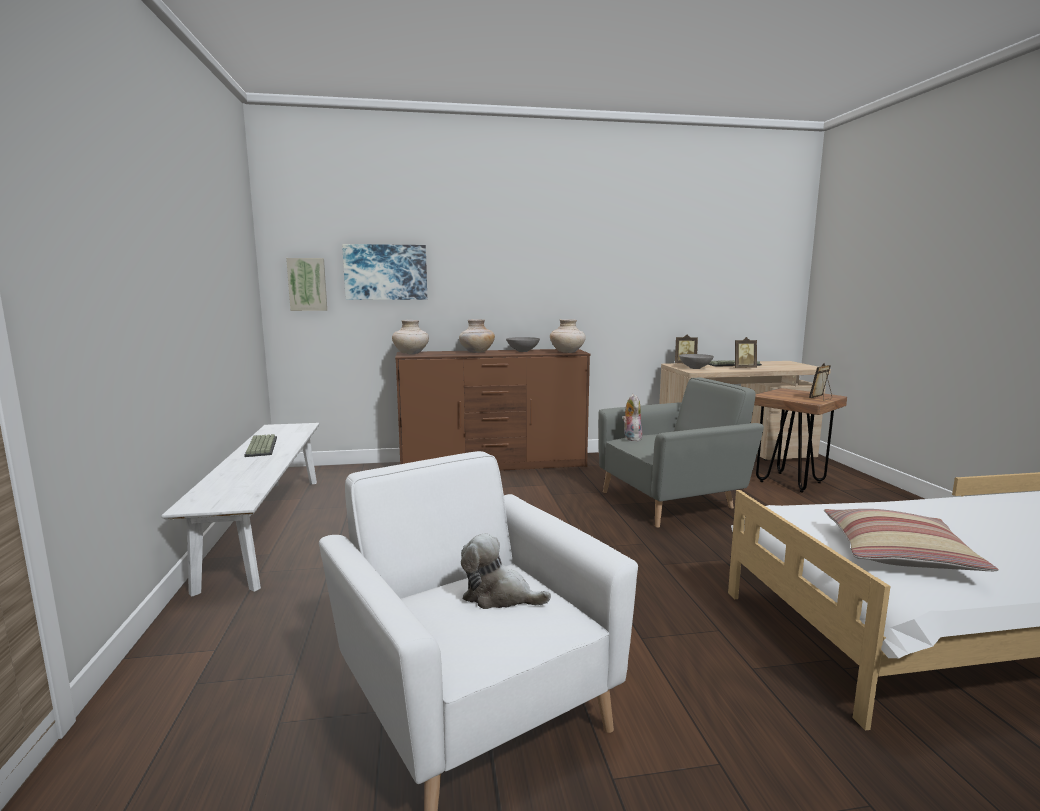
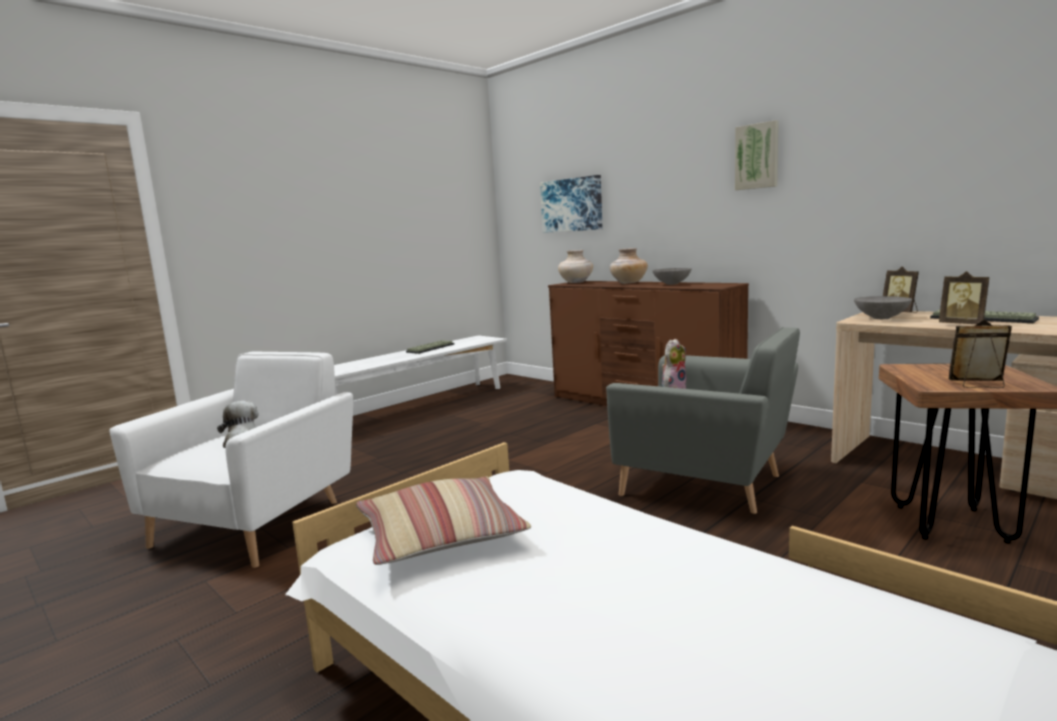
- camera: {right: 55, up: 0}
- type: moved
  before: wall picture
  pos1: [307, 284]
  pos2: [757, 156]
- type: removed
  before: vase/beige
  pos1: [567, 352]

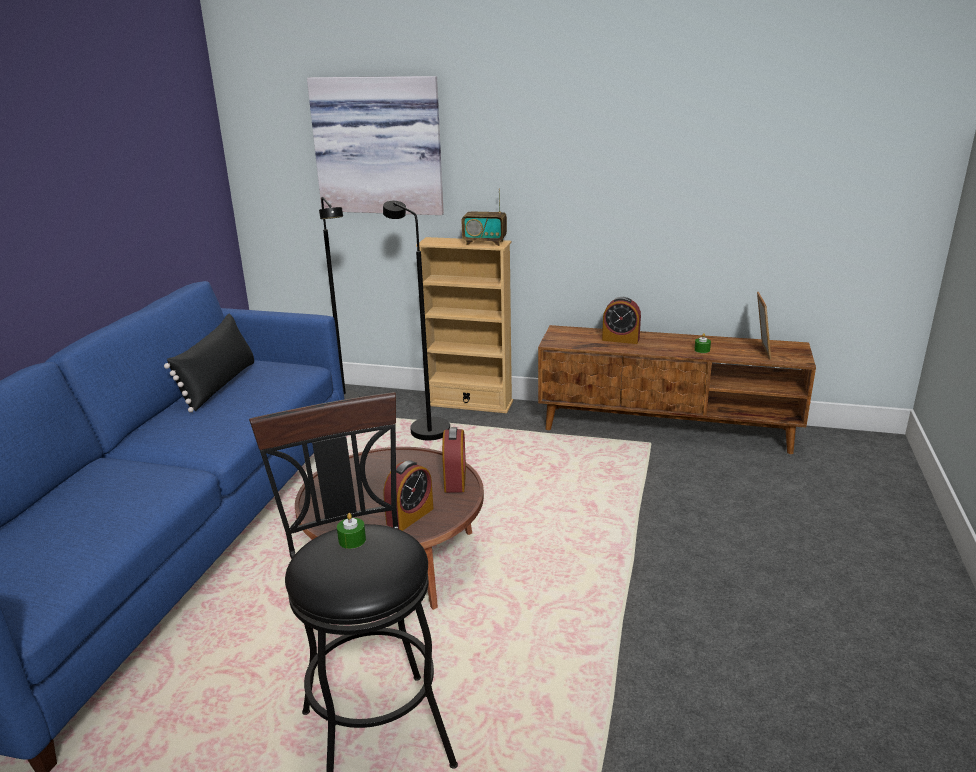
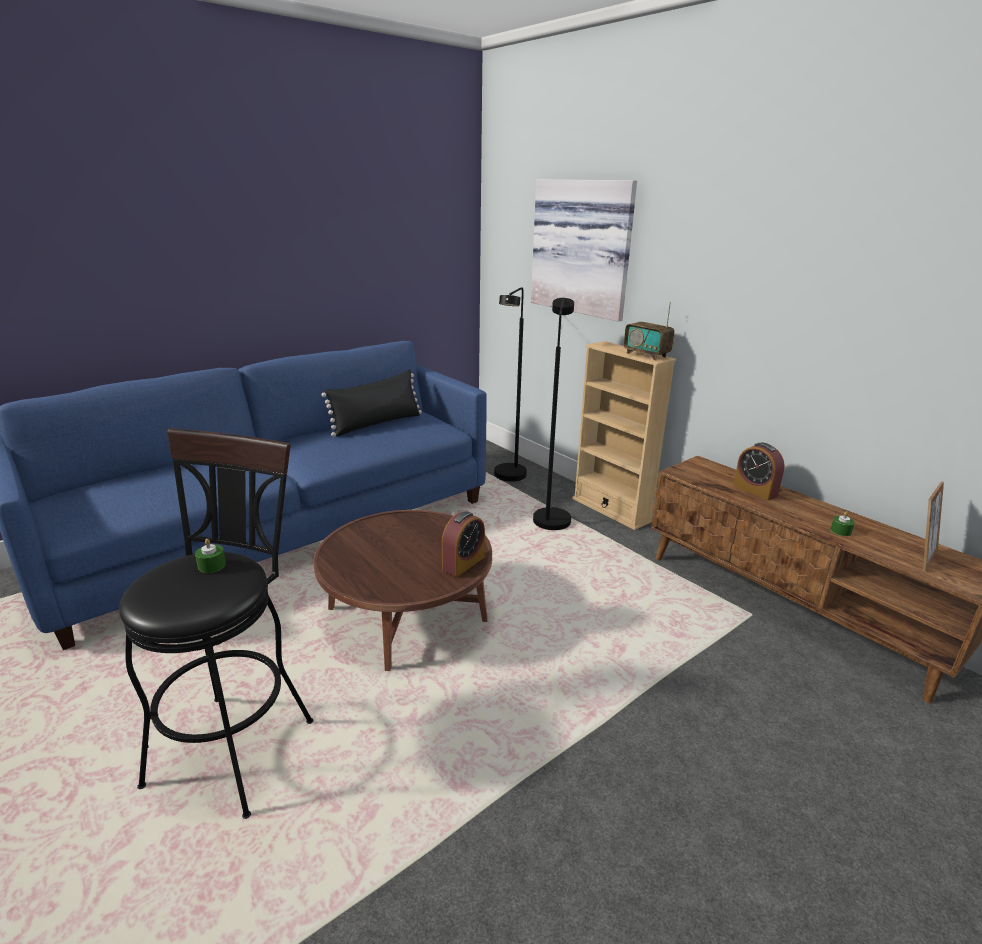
- camera: {right: 35, up: 0}
- type: removed
  before: table clock
  pos1: [410, 516]

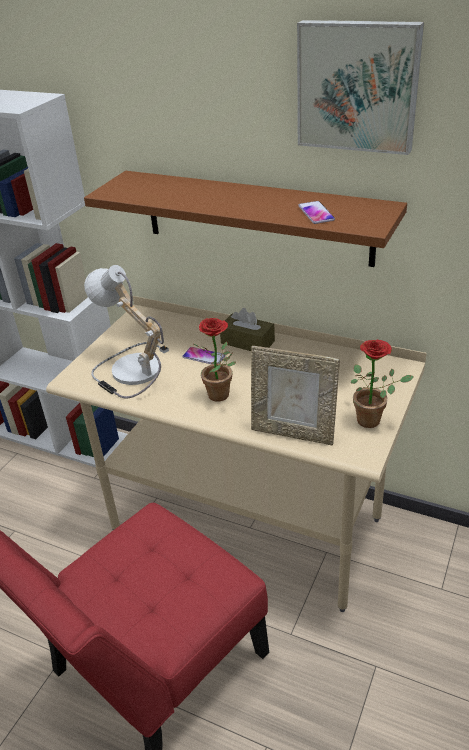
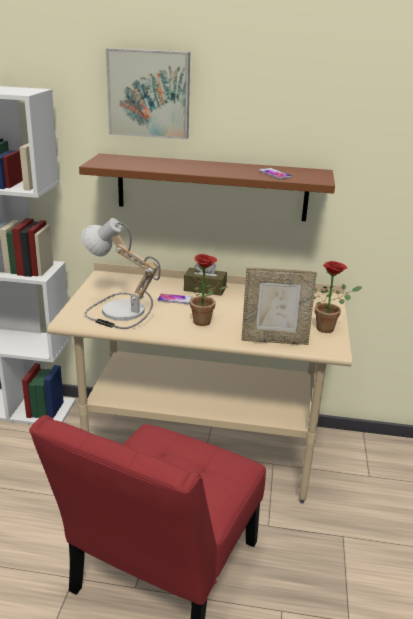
- camera: {right: -20, up: -10}
- type: moved
  before: wall picture
  pos1: [358, 86]
  pos2: [149, 93]

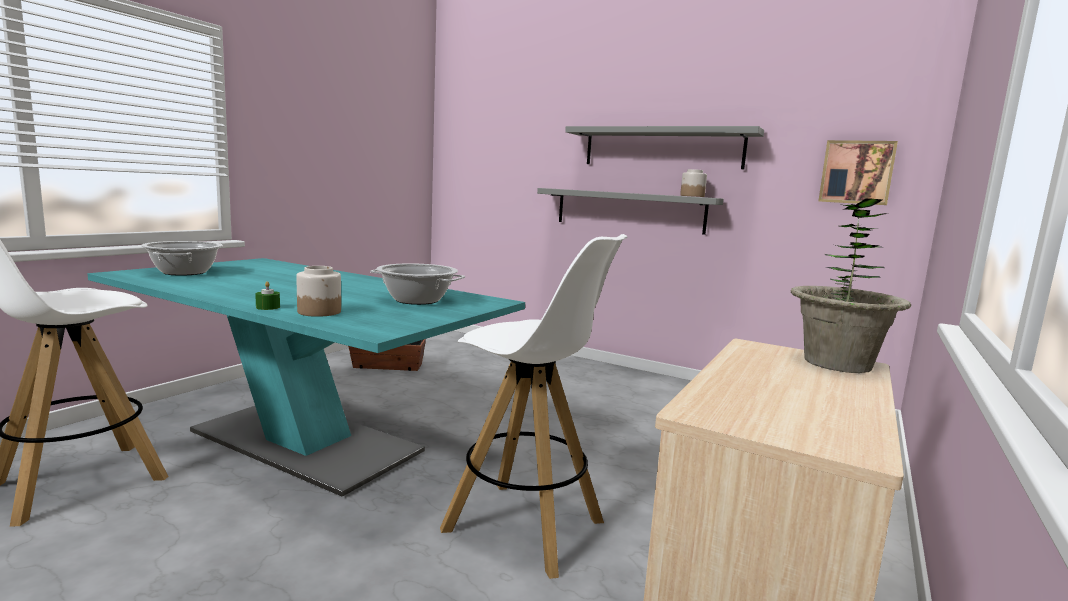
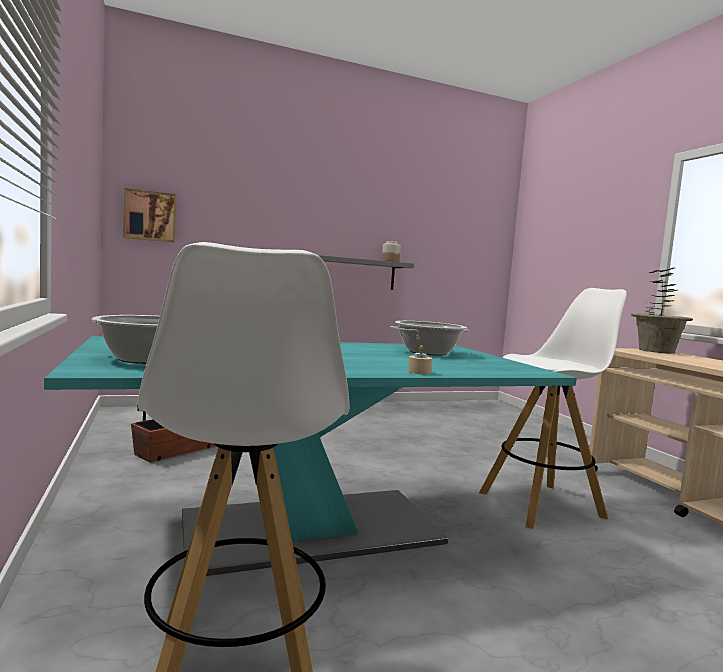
- camera: {right: -50, up: -5}
- type: moved
  before: wall picture
  pos1: [856, 172]
  pos2: [150, 216]
- type: recoloured
  before: wax candle/greenish
  after: wax candle/beige
  pos1: [268, 307]
  pos2: [419, 372]
- type: removed
  before: preserve jar
  pos1: [319, 312]
- type: removed
  before: wall shelf/greyish
  pos1: [662, 148]

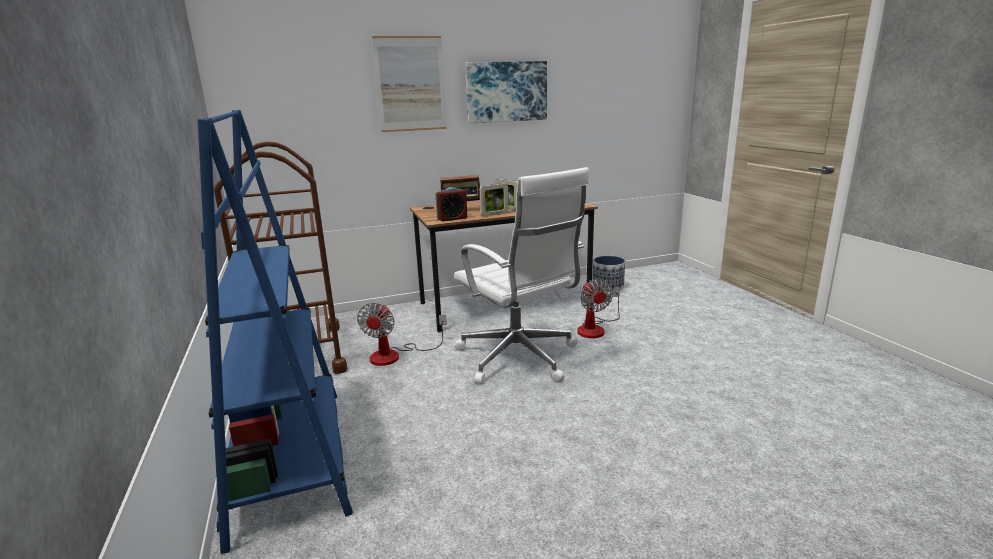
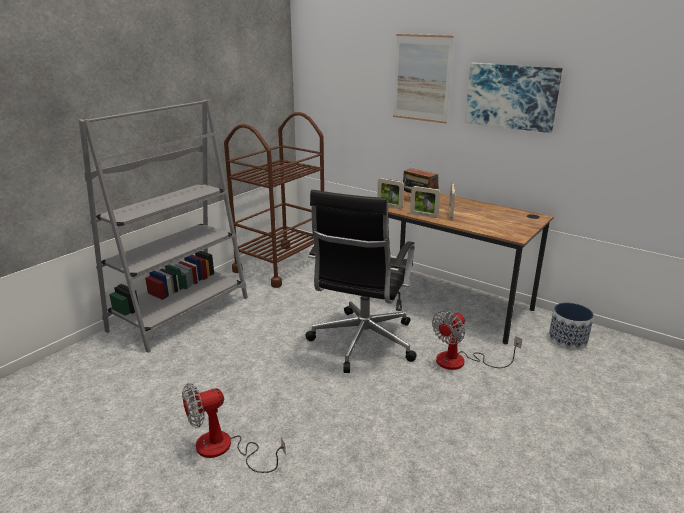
- camera: {right: 55, up: 5}
- type: recoloured
  before: shelving unit/blue-coloured
  after: shelving unit/greyish
  pos1: [291, 459]
  pos2: [180, 314]
- type: moved
  before: electric fan
  pos1: [395, 355]
  pos2: [224, 449]
- type: recoloured
  before: computer chair/white-coloured
  after: computer chair/blackish
  pos1: [519, 359]
  pos2: [362, 343]
- type: replaced
  before: table clock
  after: photo frame
  pos1: [452, 219]
  pos2: [389, 206]

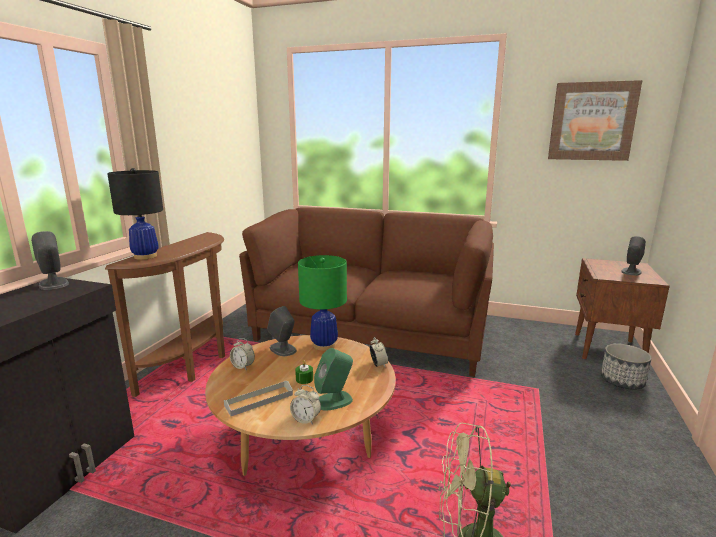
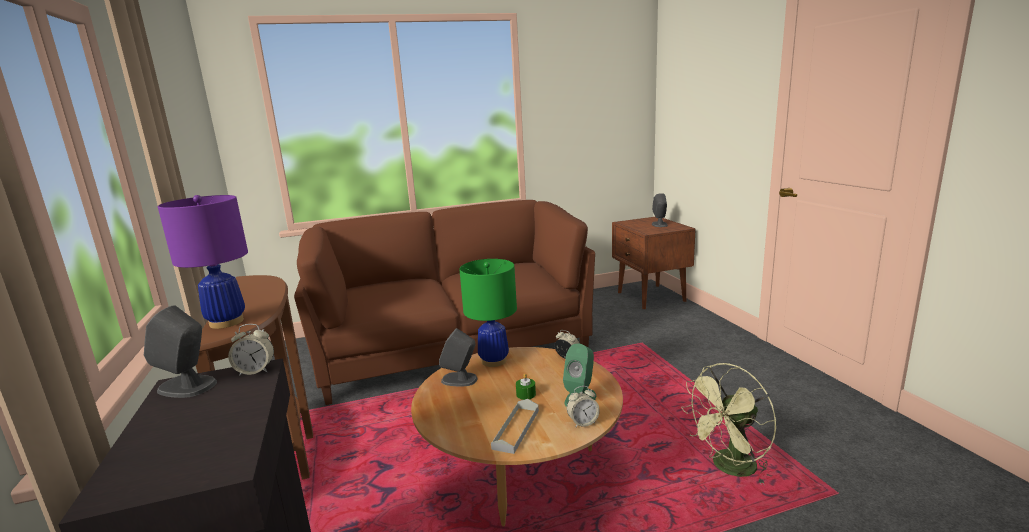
- camera: {right: -35, up: 0}
- type: recoloured
  before: lamp for a table/blackish
  after: lamp for a table/purplish
  pos1: [145, 256]
  pos2: [226, 322]
- type: moved
  before: table clock
  pos1: [243, 366]
  pos2: [255, 371]
- type: removed
  before: wall picture
  pos1: [592, 121]
- type: removed
  before: planter
  pos1: [622, 381]

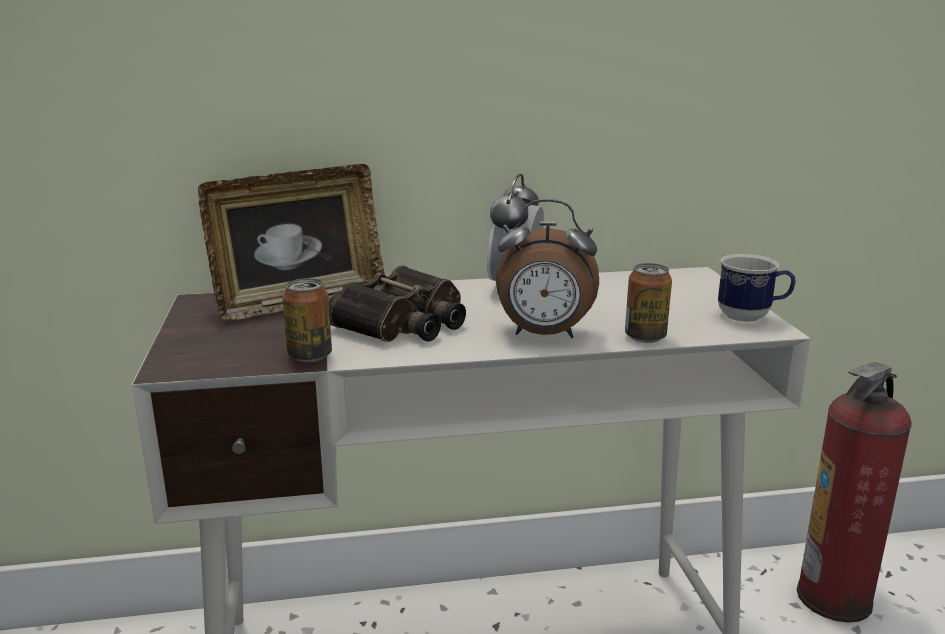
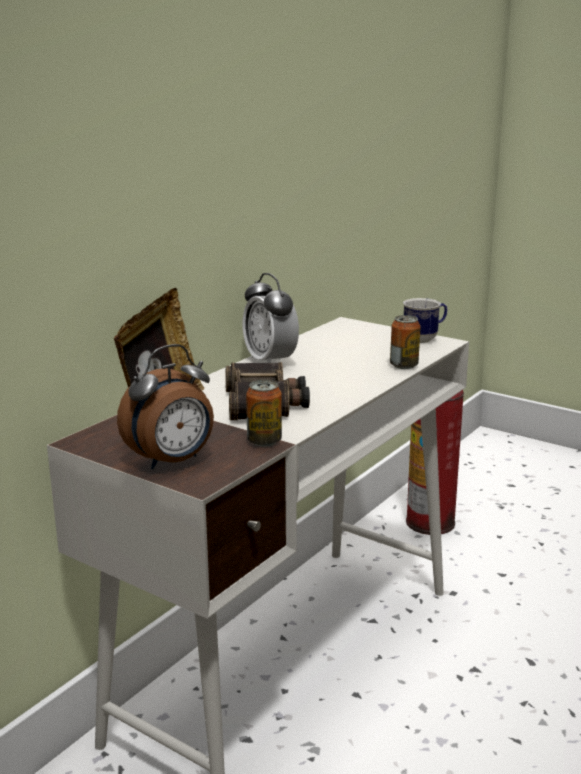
- camera: {right: -45, up: 0}
- type: moved
  before: table clock
  pos1: [544, 335]
  pos2: [172, 461]

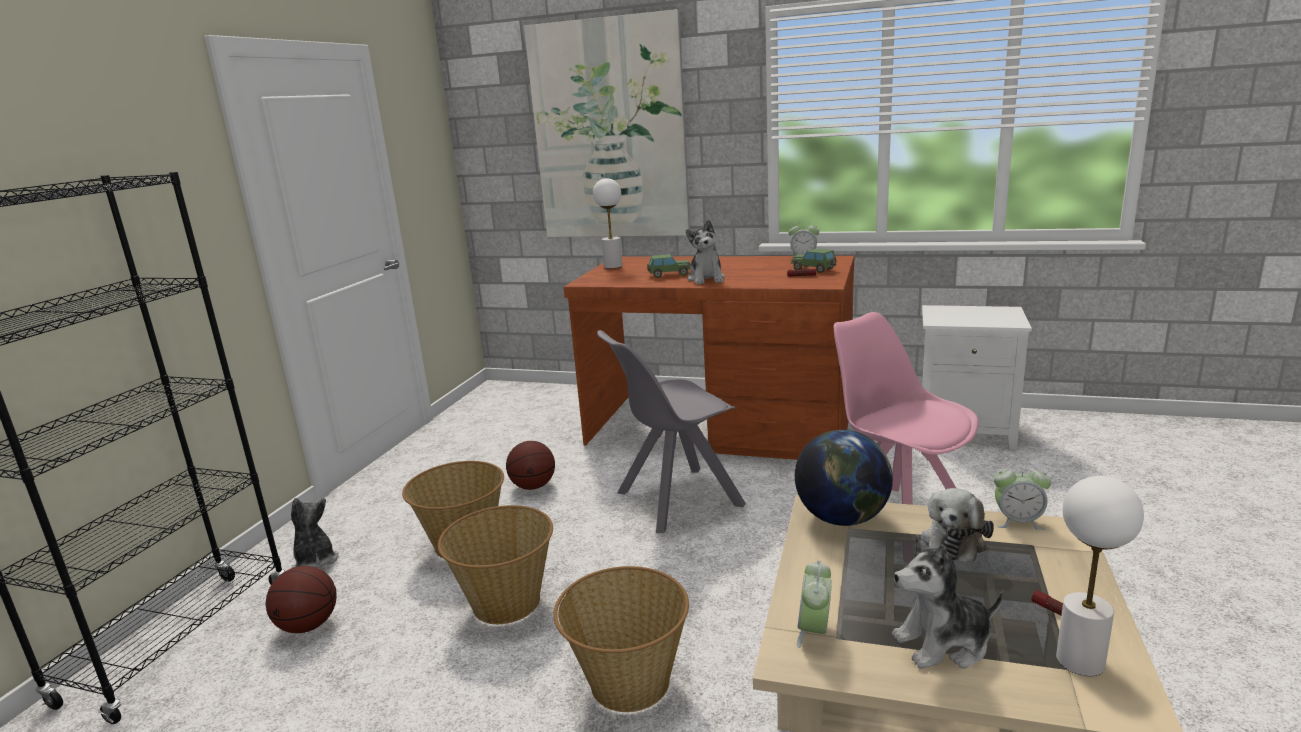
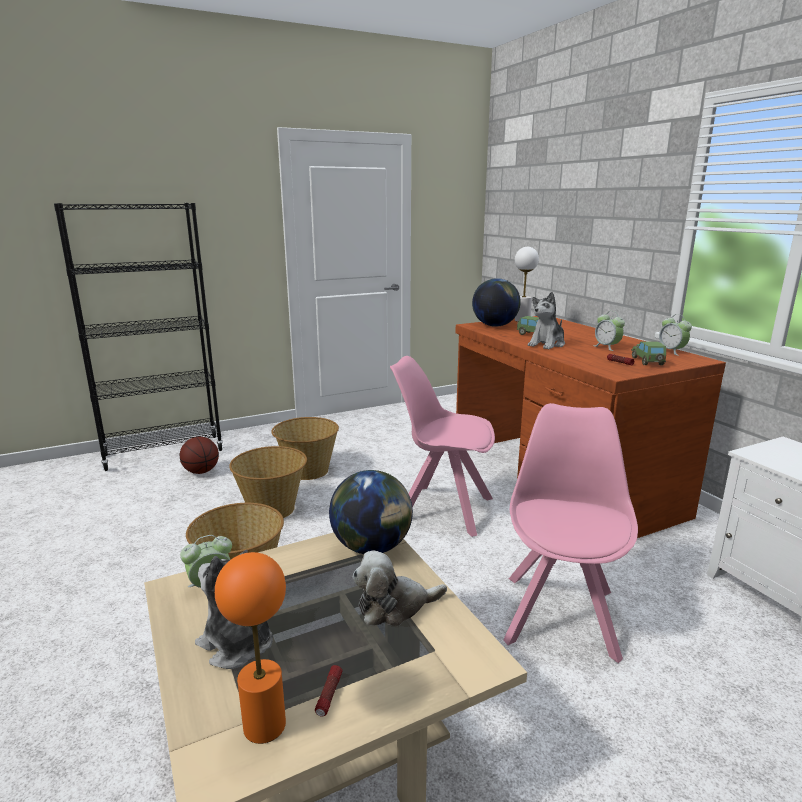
- camera: {right: 45, up: 0}
- type: recoloured
  before: lamp for a table/white-coloured
  after: lamp for a table/orange-coloured
  pos1: [1081, 661]
  pos2: [265, 726]
- type: recoloured
  before: chair/greyish
  after: chair/pink-coloured
  pos1: [675, 500]
  pos2: [442, 509]
- type: added
  after: world globe
  pos2: [494, 325]
- type: moved
  before: table clock
  pos1: [1018, 522]
  pos2: [607, 347]
- type: removed
  before: soft toy
  pos1: [315, 561]
- type: removed
  before: basketball ball
  pos1: [533, 486]
- type: removed
  before: wall picture
  pos1: [609, 131]

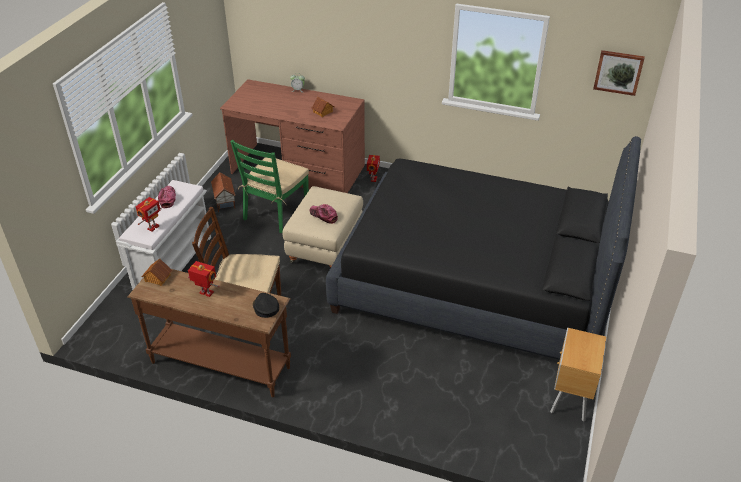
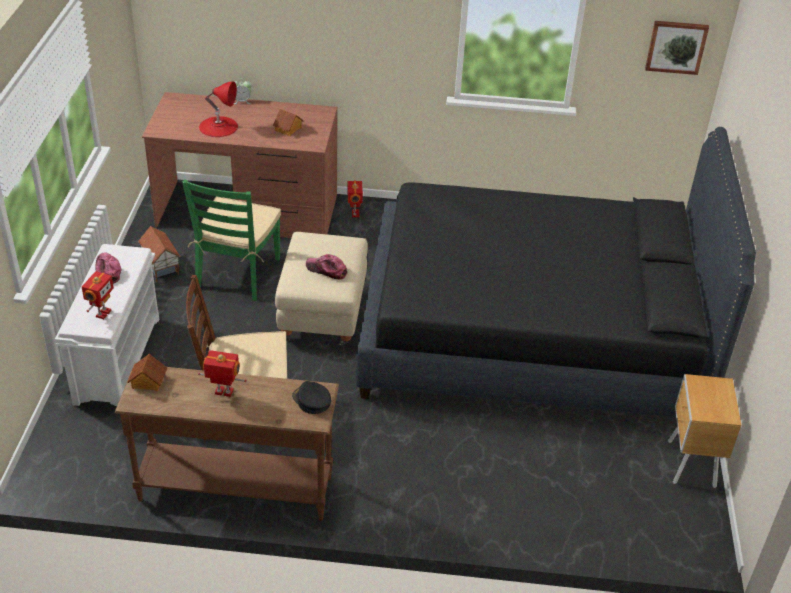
- camera: {right: -15, up: 0}
- type: added
  after: lamp for a table/reddish
  pos2: [218, 126]

